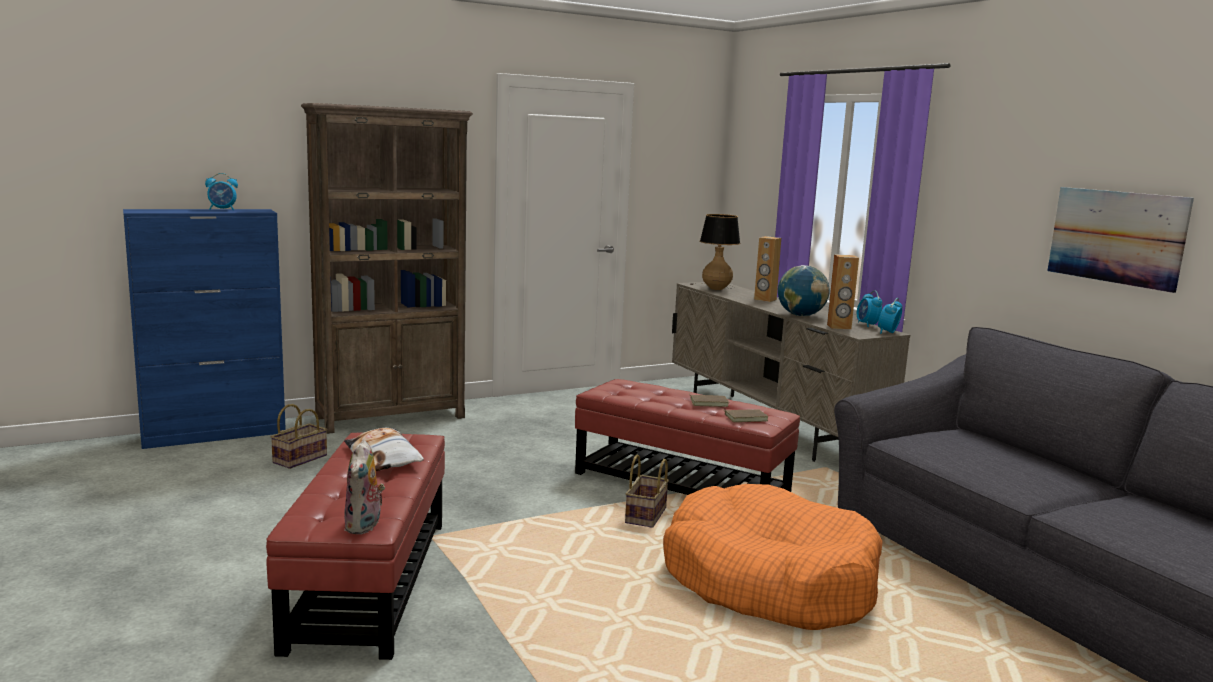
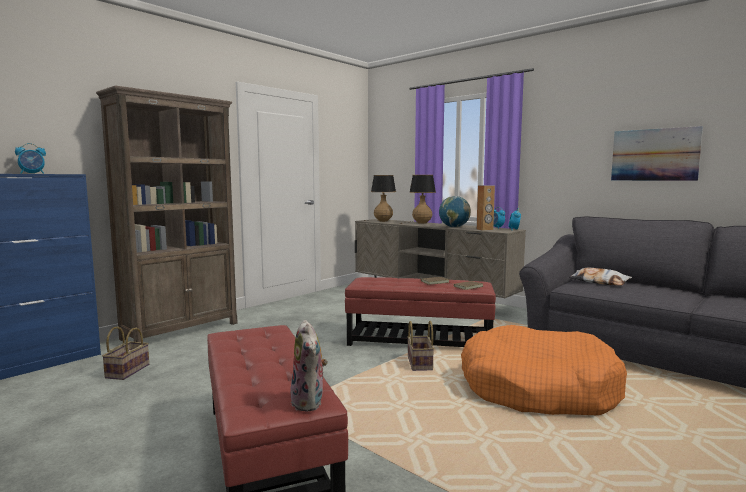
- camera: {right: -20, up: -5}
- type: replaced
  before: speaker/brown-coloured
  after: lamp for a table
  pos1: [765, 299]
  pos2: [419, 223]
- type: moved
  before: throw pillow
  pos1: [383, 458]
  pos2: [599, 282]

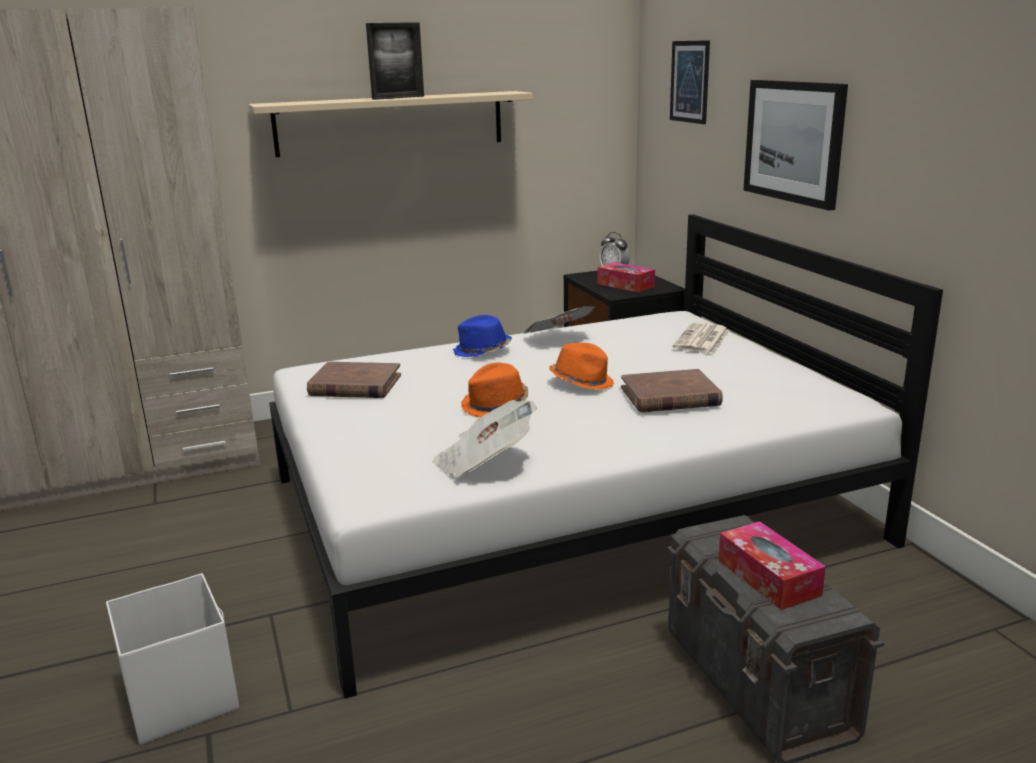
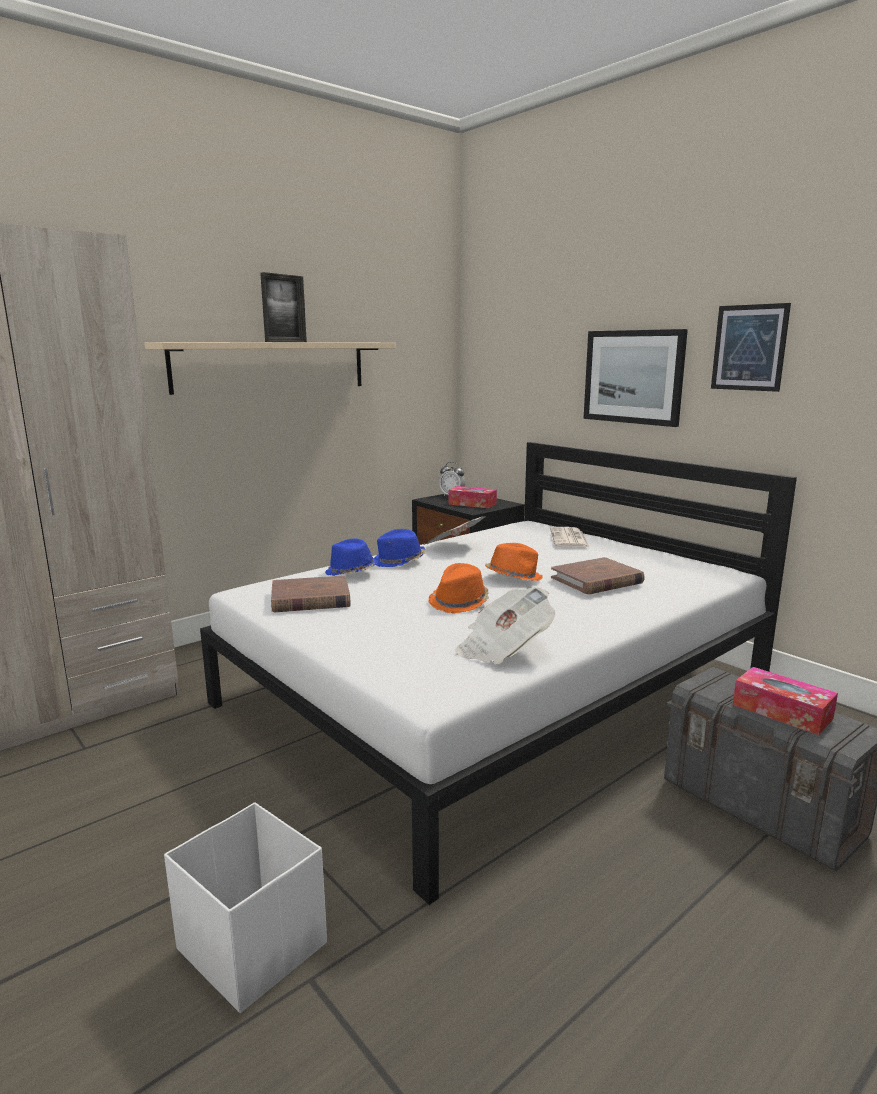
- camera: {right: -20, up: -5}
- type: added
  after: wearable hat/blue-coloured
  pos2: [351, 572]
- type: moved
  before: wall picture
  pos1: [689, 81]
  pos2: [749, 348]

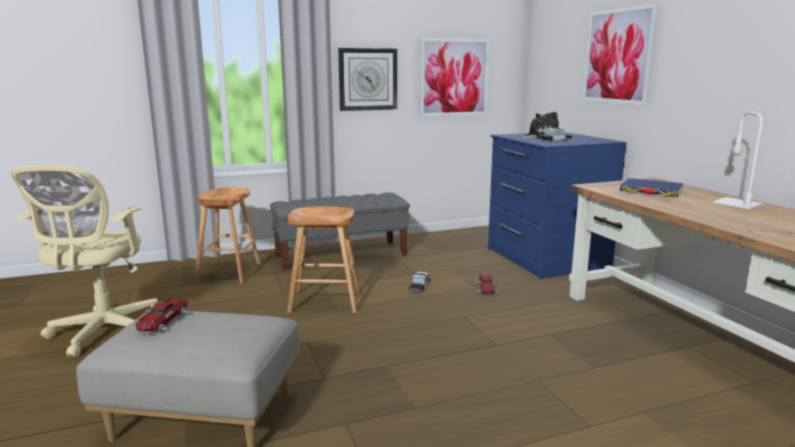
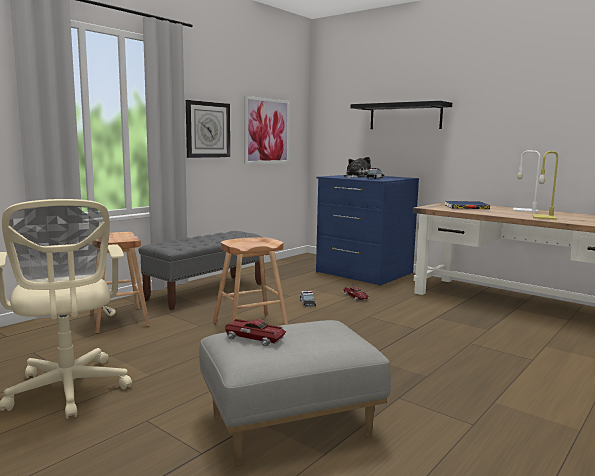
- camera: {right: -30, up: -5}
- type: turned
  before: model car
  pos1: [163, 322]
  pos2: [253, 338]
  turn: 135
- type: replaced
  before: wall picture
  after: wall shelf/blackish
  pos1: [617, 56]
  pos2: [405, 116]
- type: added
  after: lamp for a table/yellowish
  pos2: [543, 217]

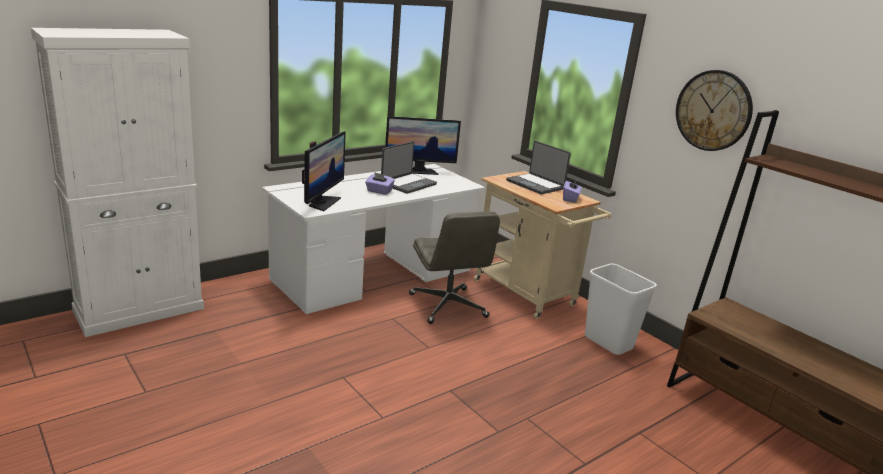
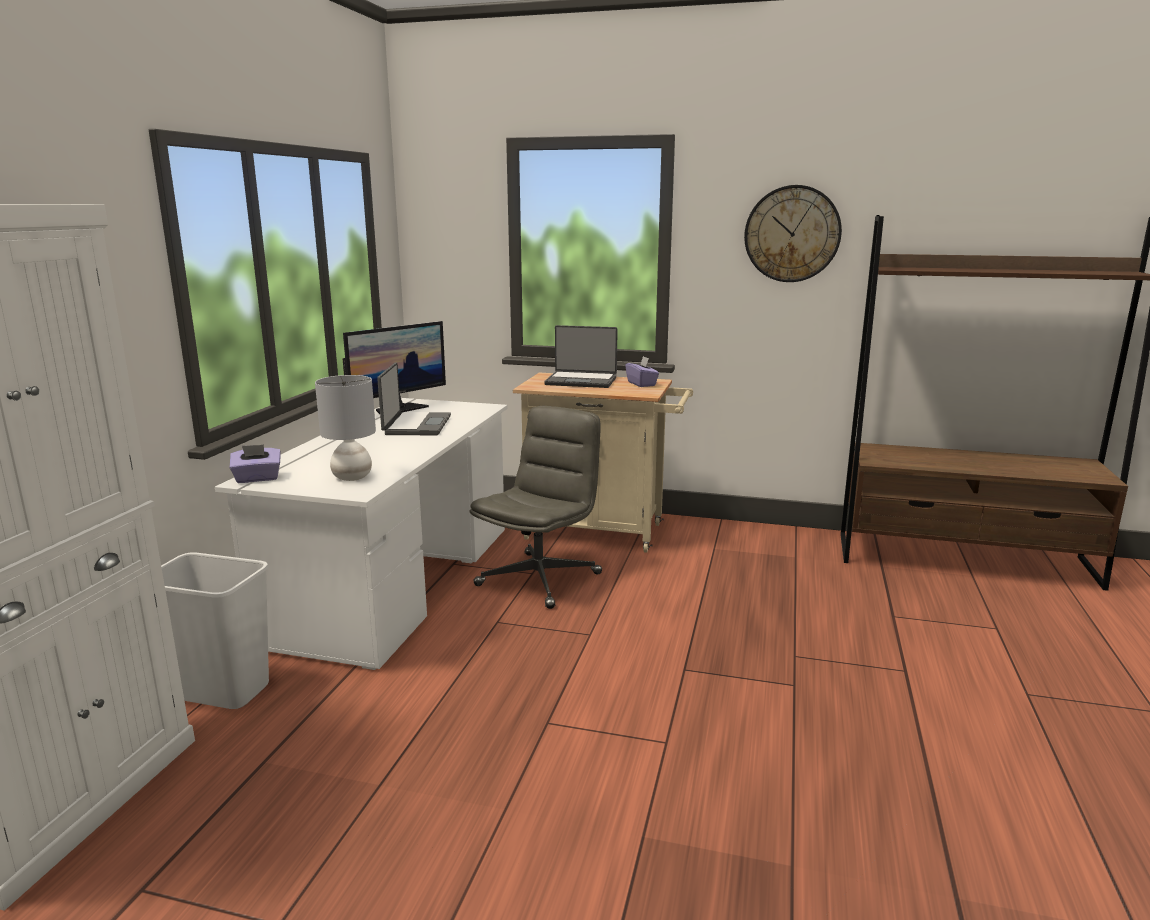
- camera: {right: -35, up: -5}
- type: moved
  before: waste bin/white-coloured
  pos1: [607, 343]
  pos2: [221, 693]
- type: moved
  before: box of tissues/purplish
  pos1: [379, 191]
  pos2: [257, 478]
- type: replaced
  before: monitor
  after: lamp for a table/greyish
  pos1: [322, 202]
  pos2: [351, 477]
- type: turned
  before: computer chair/greyish
  pos1: [448, 306]
  pos2: [539, 579]
  turn: -90

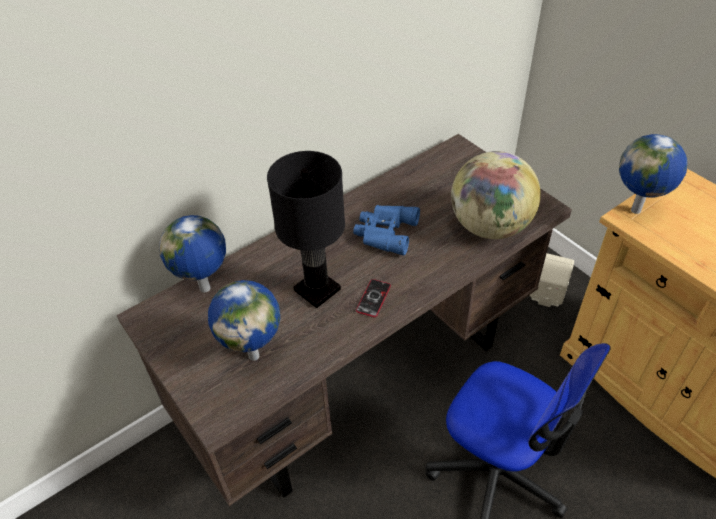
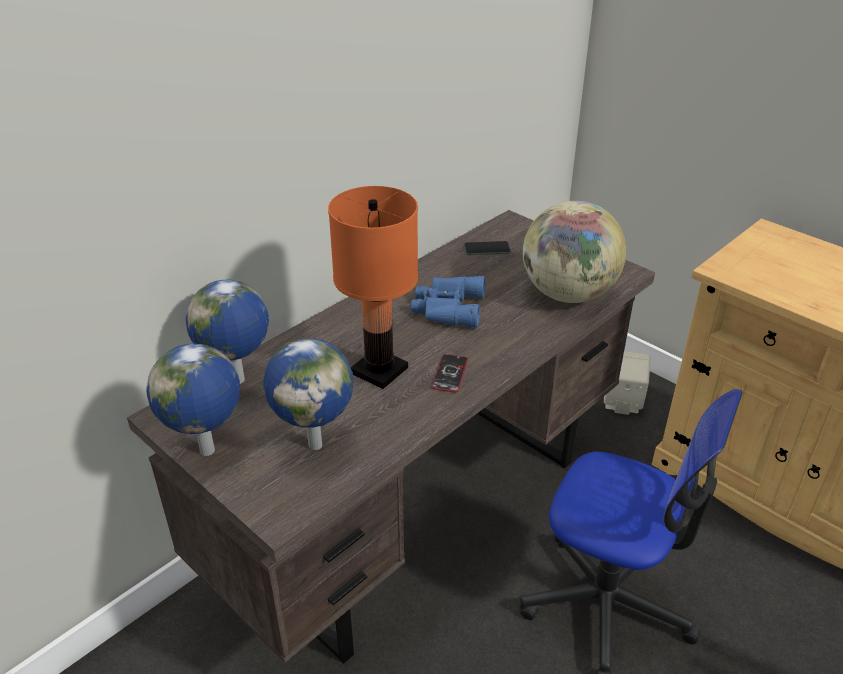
- camera: {right: -10, up: -10}
- type: moved
  before: world globe
  pos1: [637, 211]
  pos2: [209, 451]
- type: recoloured
  before: lamp for a table/blackish
  after: lamp for a table/orange-coloured
  pos1: [317, 289]
  pos2: [379, 370]
- type: added
  after: phone
  pos2: [487, 249]

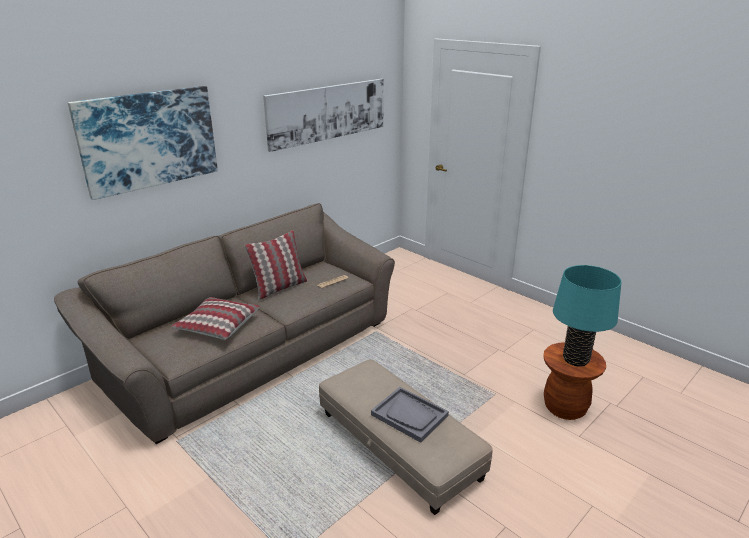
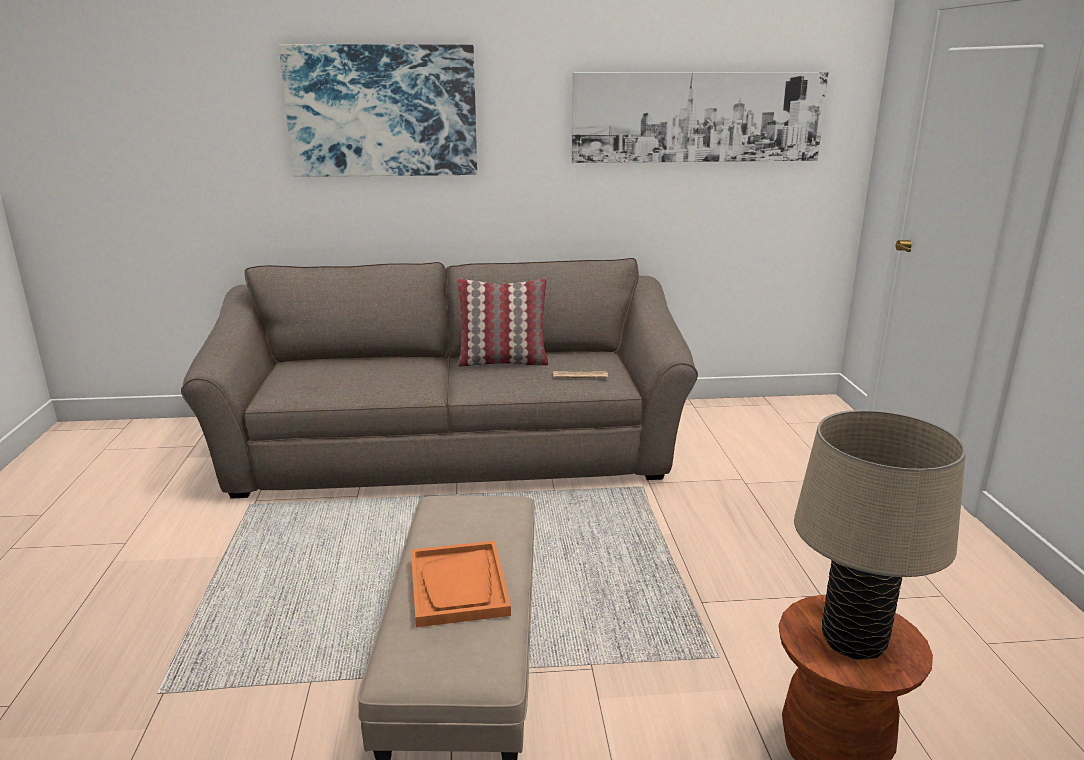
- camera: {right: 40, up: -5}
- type: recoloured
  before: carrying tray/greyish
  after: carrying tray/orange-coloured
  pos1: [409, 415]
  pos2: [458, 586]
- type: recoloured
  before: lamp for a table/turquoise-coloured
  after: lamp for a table/beige
  pos1: [575, 359]
  pos2: [853, 641]
- type: removed
  before: throw pillow
  pos1: [217, 326]

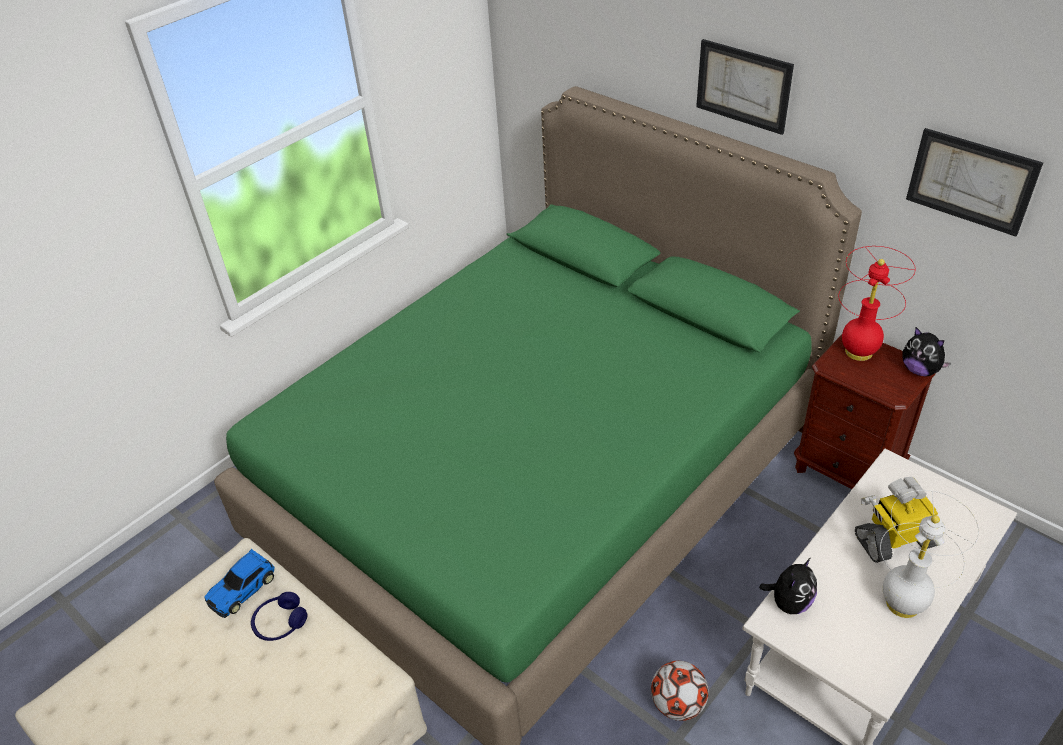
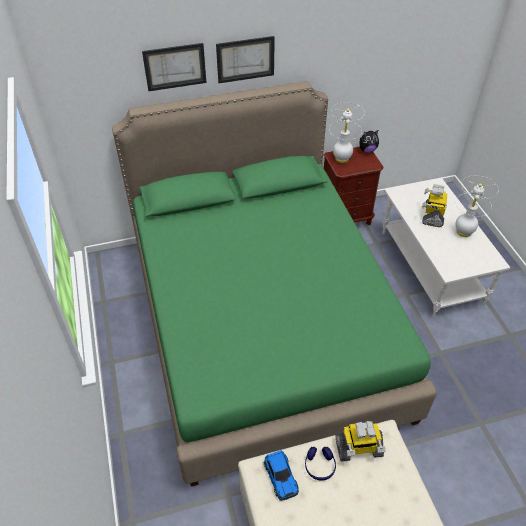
- camera: {right: -60, up: 5}
- type: moved
  before: wall picture
  pos1: [971, 181]
  pos2: [175, 66]
- type: recoloured
  before: lamp for a table/reddish
  after: lamp for a table/white-coloured
  pos1: [859, 351]
  pos2: [341, 158]
- type: added
  after: robot figure
  pos2: [358, 448]
- type: removed
  before: ball for football
  pos1: [678, 704]
- type: removed
  before: soft toy
  pos1: [789, 602]

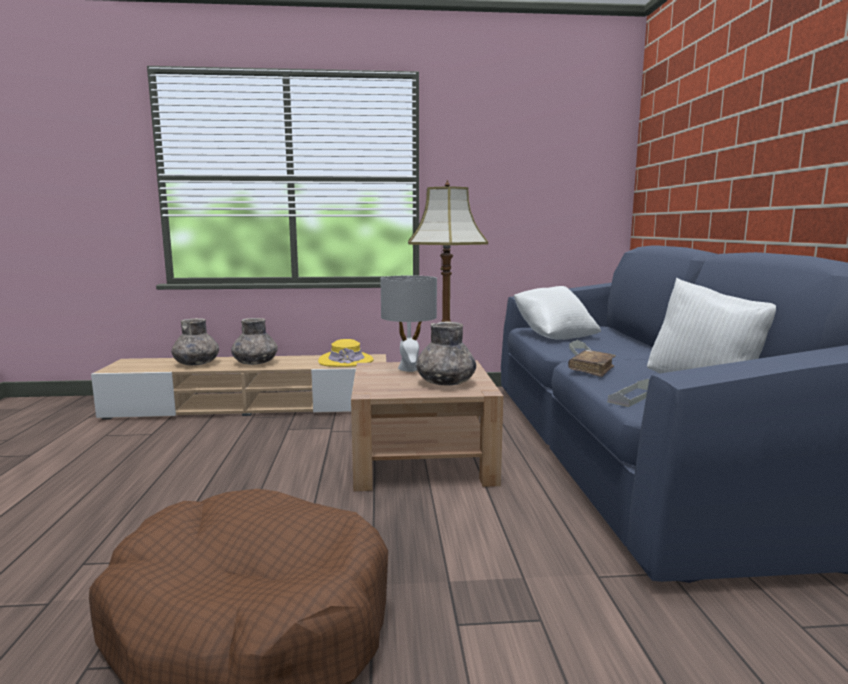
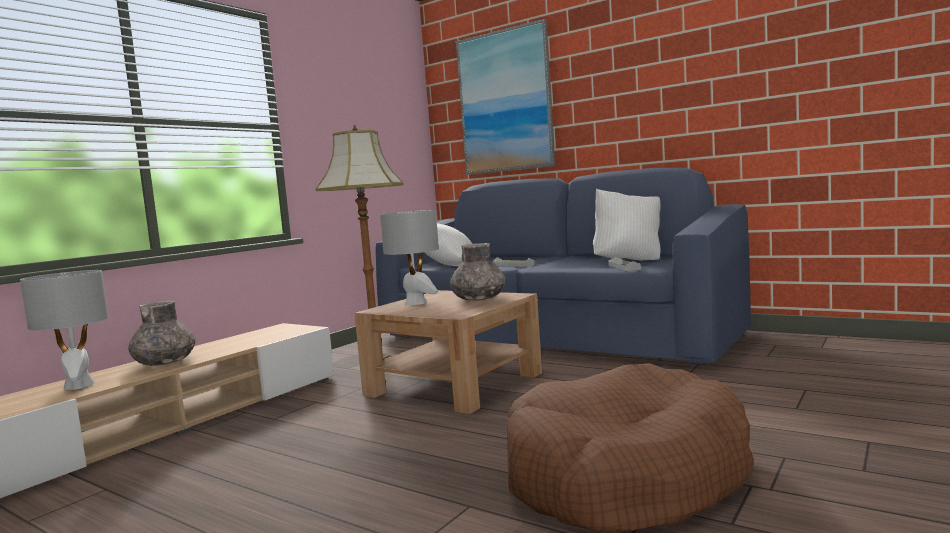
- camera: {right: -50, up: -5}
- type: replaced
  before: vase/greyish
  after: lamp for a table/greyish
  pos1: [197, 364]
  pos2: [79, 385]
- type: added
  after: wall picture
  pos2: [505, 101]
- type: removed
  before: wearable hat/yellowish
  pos1: [346, 361]
- type: removed
  before: bound book/brown-coloured
  pos1: [591, 369]

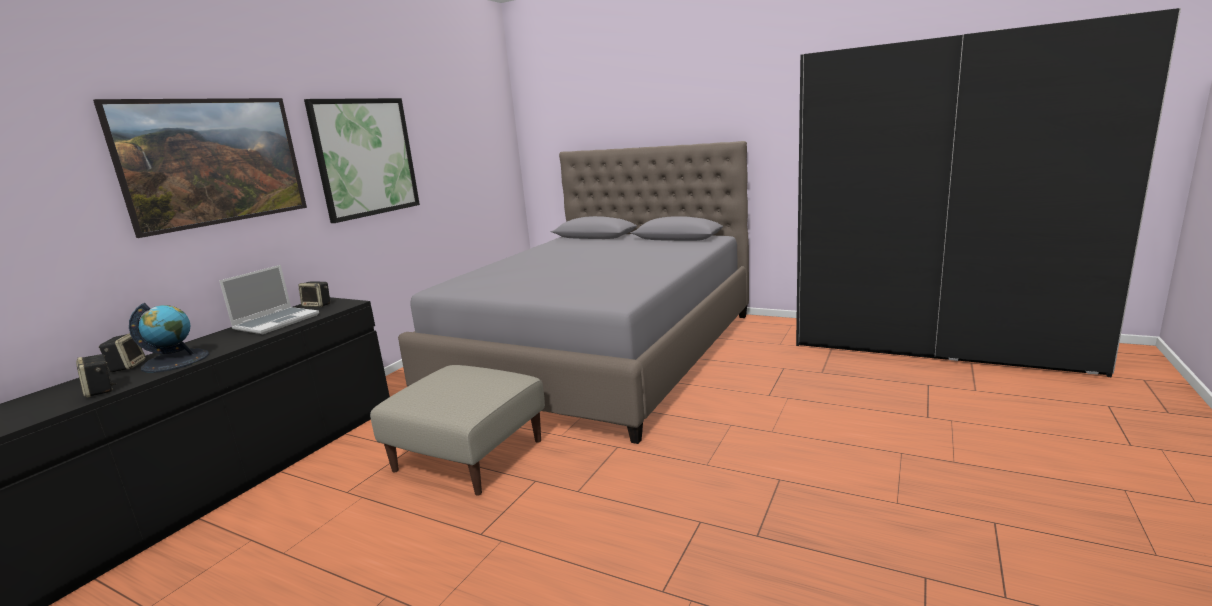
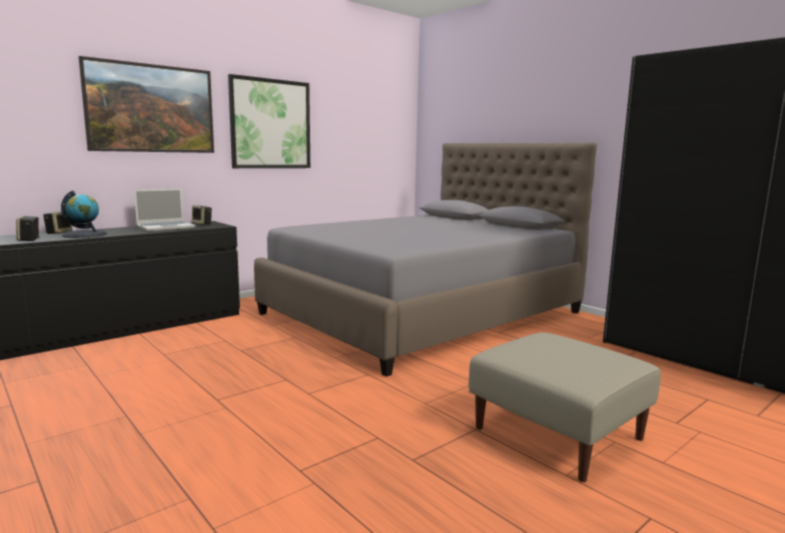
- camera: {right: 20, up: -5}
- type: moved
  before: ottoman/beige
  pos1: [470, 455]
  pos2: [559, 433]

